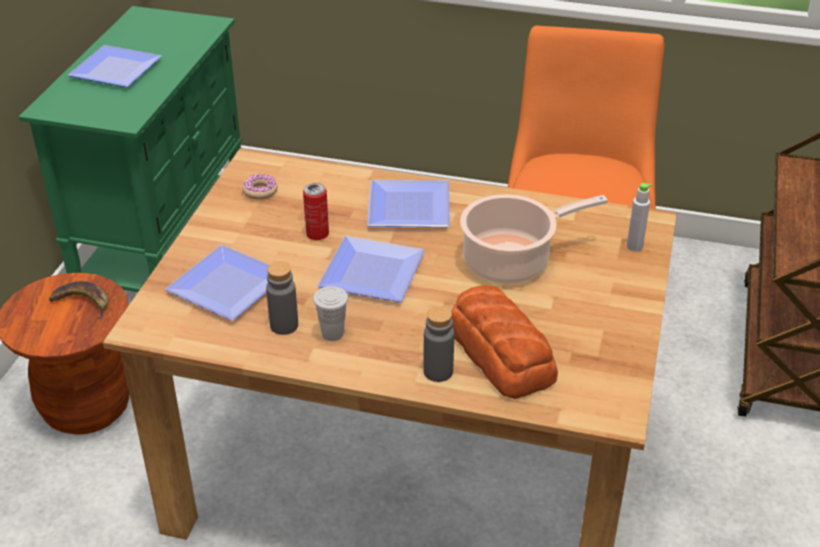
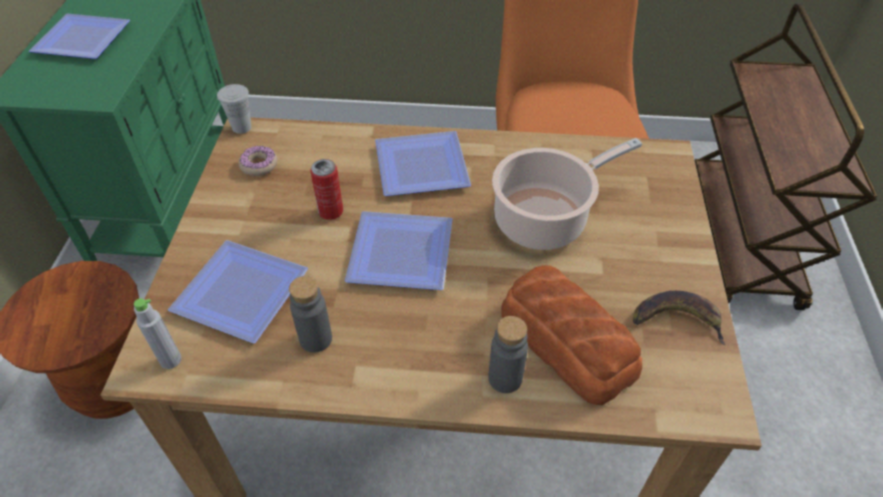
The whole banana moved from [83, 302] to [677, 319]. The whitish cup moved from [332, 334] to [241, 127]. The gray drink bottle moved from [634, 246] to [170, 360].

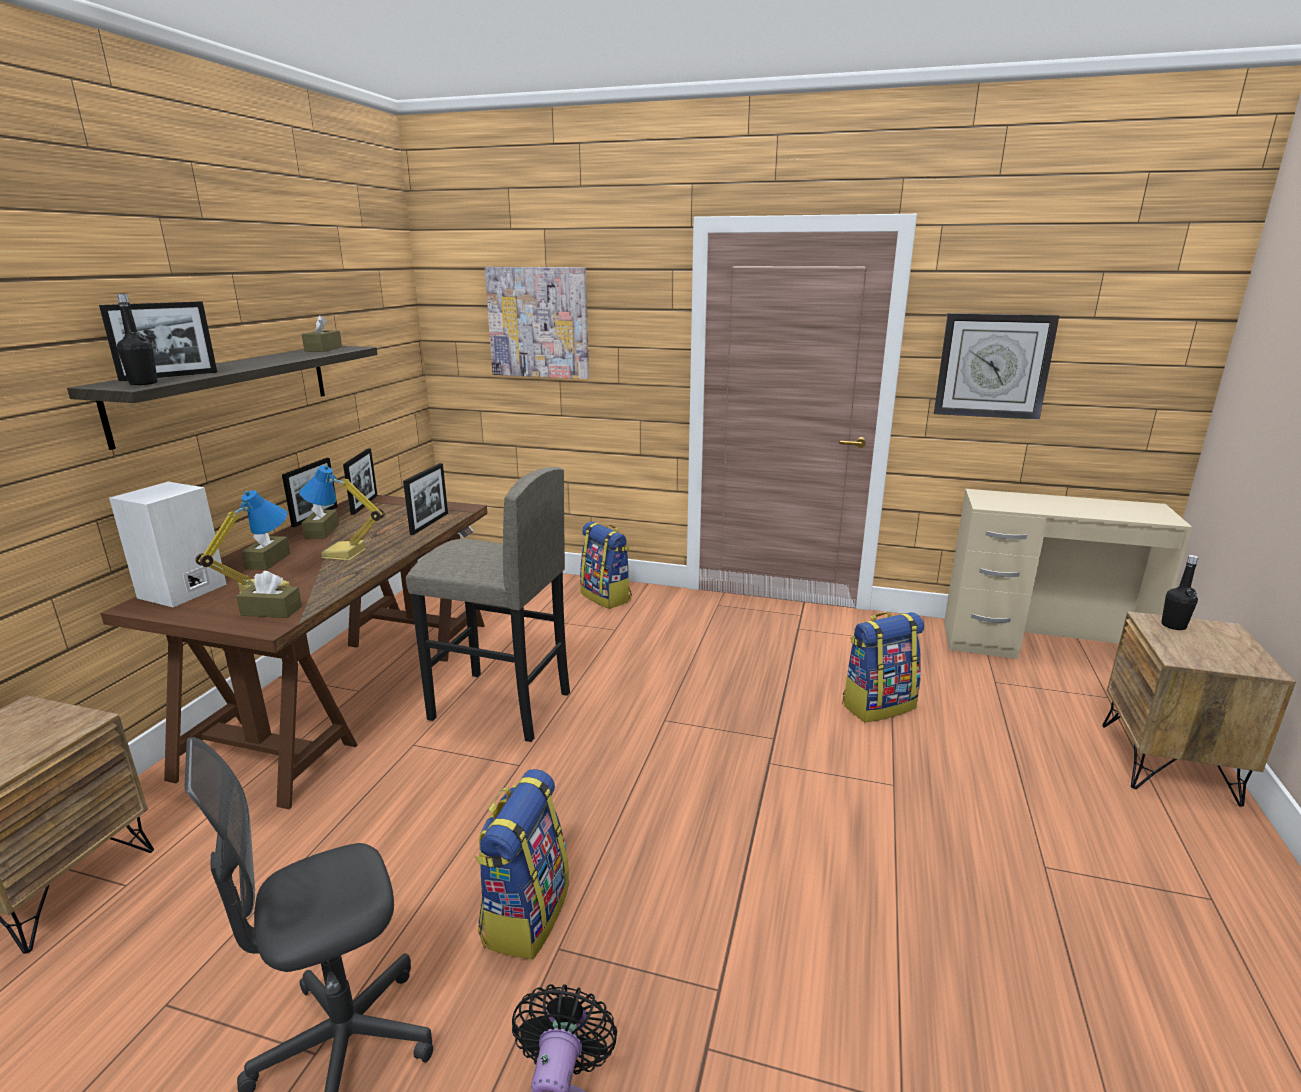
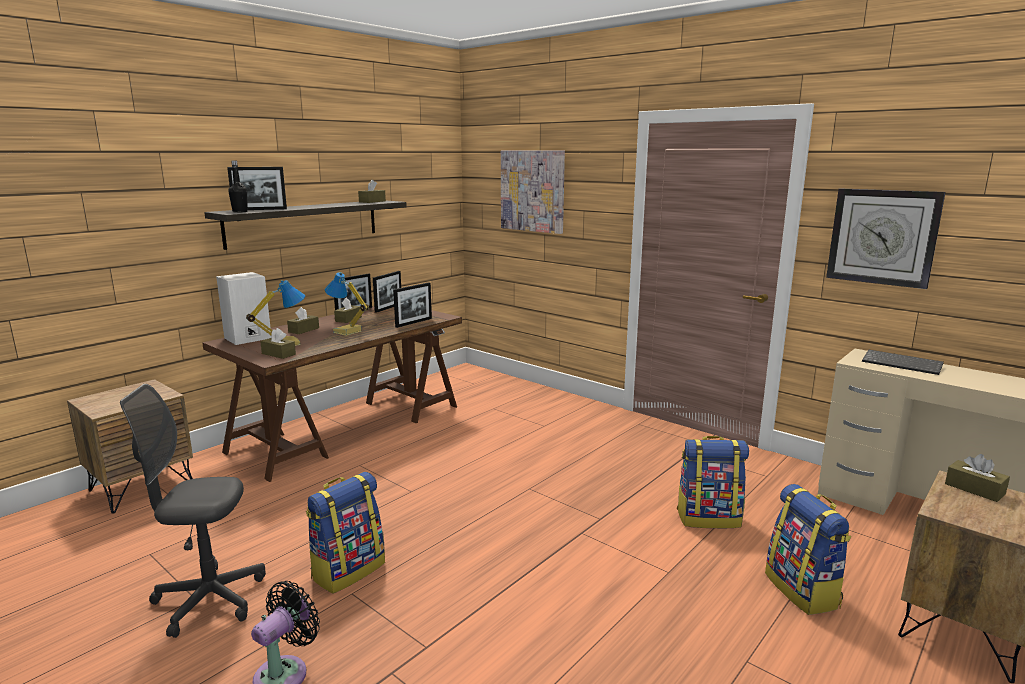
The gray stool seat at [500, 706] disappeared. The keyboard at [903, 364] appeared. The rucksack moved from [606, 597] to [803, 590]. The black drink bottle at [1173, 625] was replaced by the brown-coloured tissue box at [974, 489].

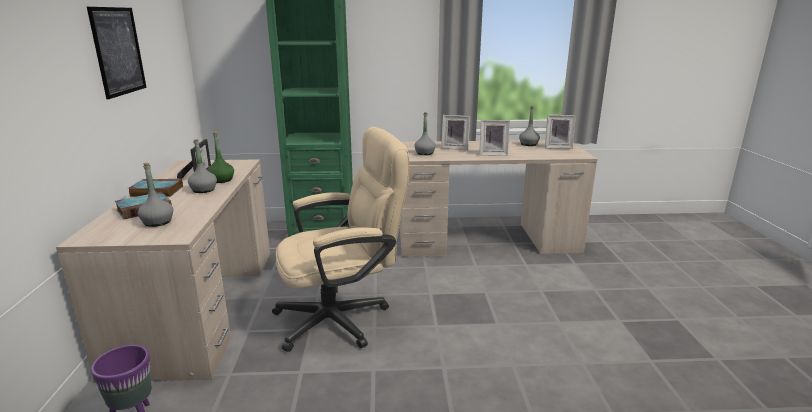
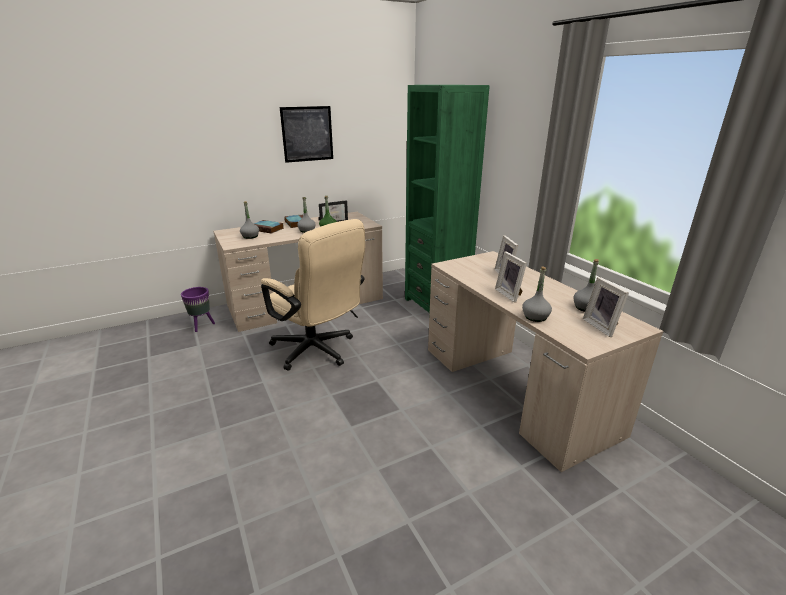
The gray drink bottle moved from [425, 153] to [535, 317].

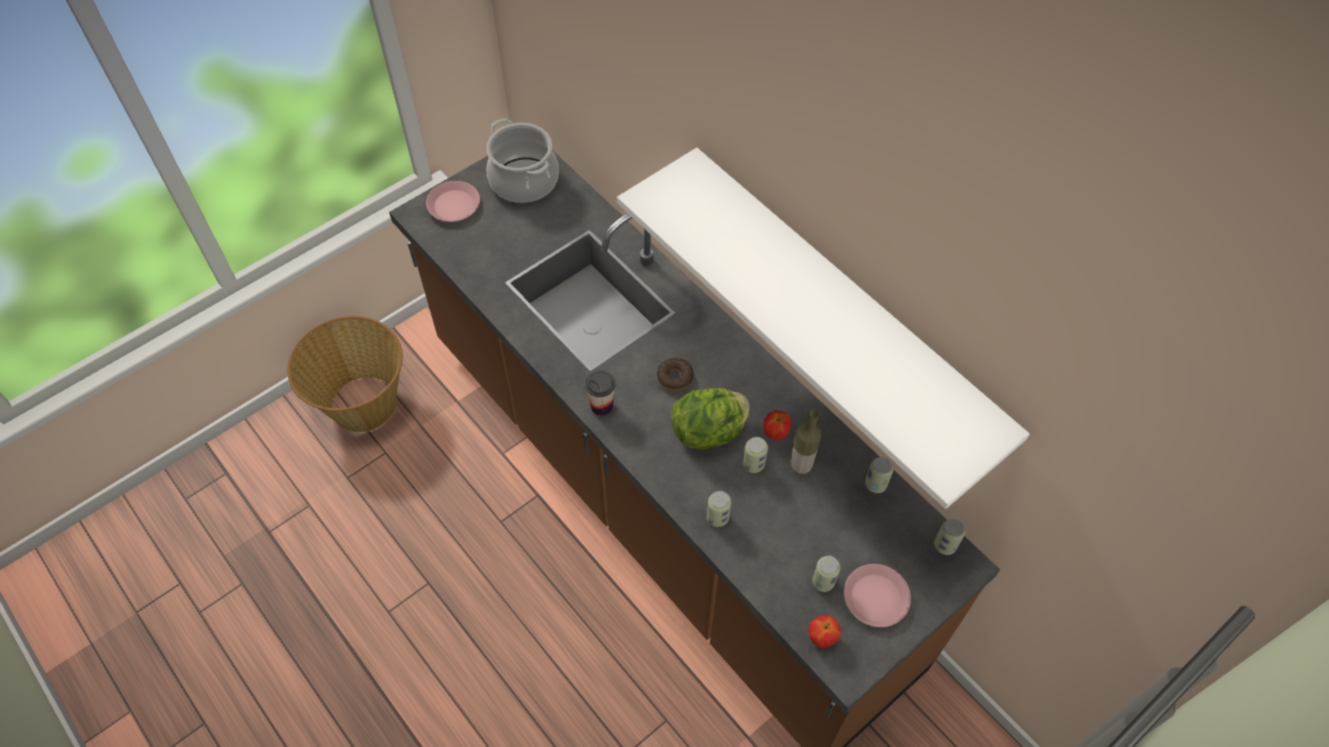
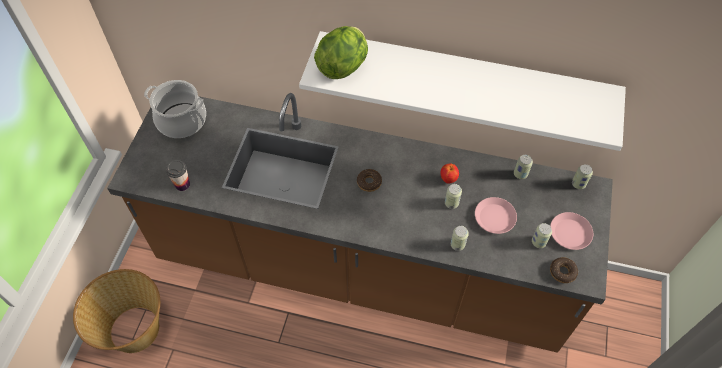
The drink bottle at [801, 466] disappeared. The pink flat dish moved from [454, 205] to [495, 218]. The cup moved from [601, 406] to [182, 184]. The lettuce moved from [709, 431] to [343, 66]. The apple at [822, 638] was replaced by the doughnut at [562, 272].

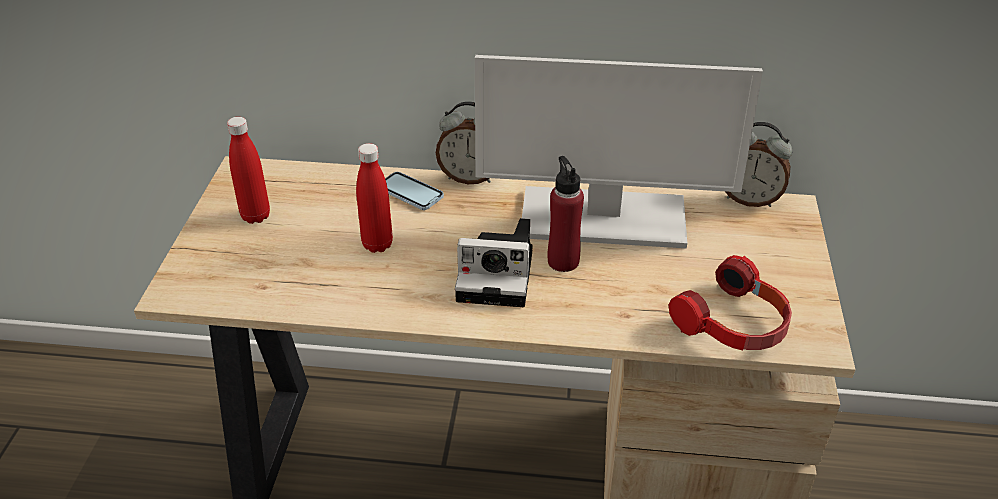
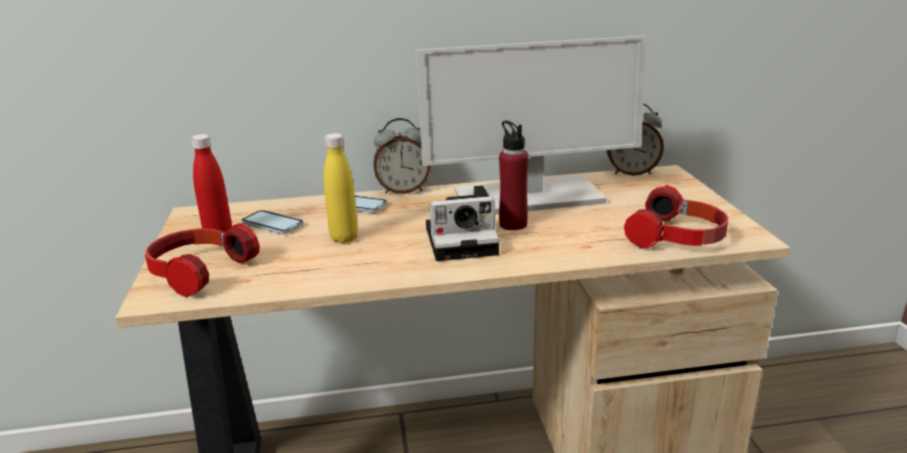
The headset at [198, 271] appeared. The handset at [272, 224] appeared. The red drink bottle at [377, 245] became the yellow-coloured drink bottle at [344, 238].

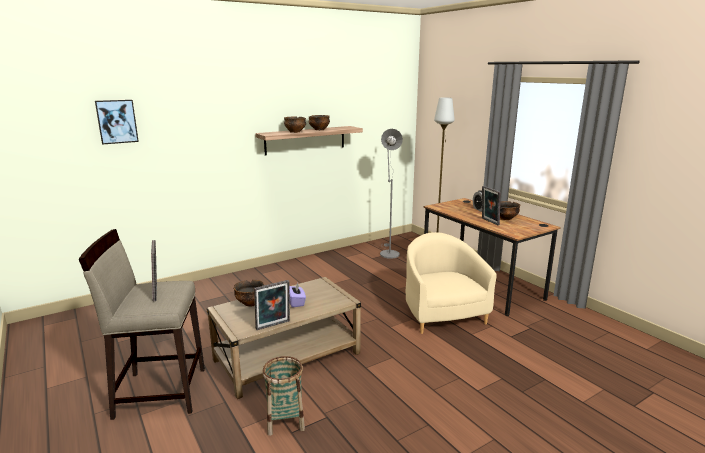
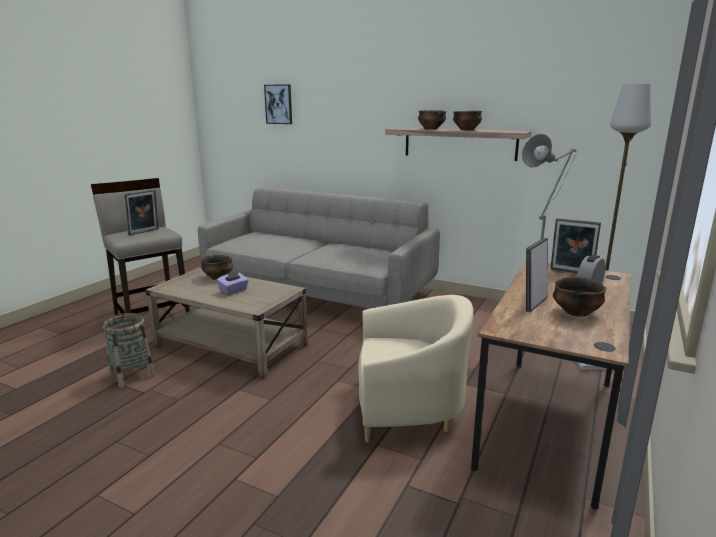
The gray couch at [317, 291] appeared. The photo frame moved from [273, 326] to [571, 272]. The beige-coloured easy chair at [442, 314] turned 45 degrees clockwise.

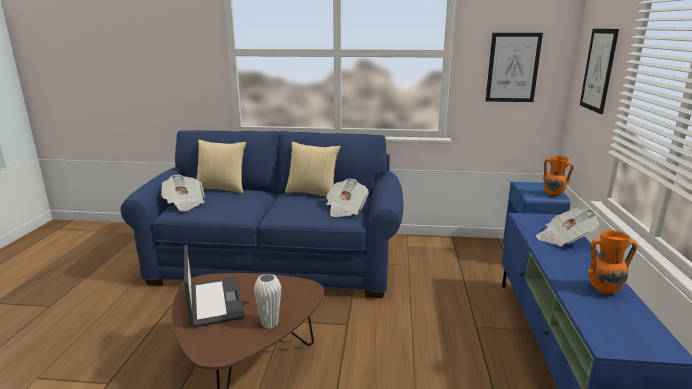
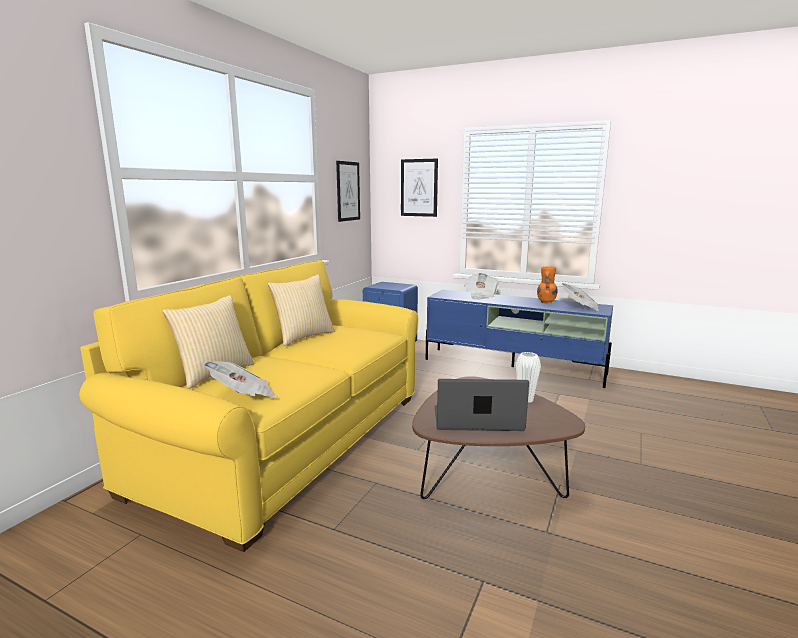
The orangey decorative vase at [553, 194] disappeared. The daily paper moved from [345, 209] to [580, 307]. The blue-coloured couch at [276, 263] became the yellow-coloured couch at [290, 440].

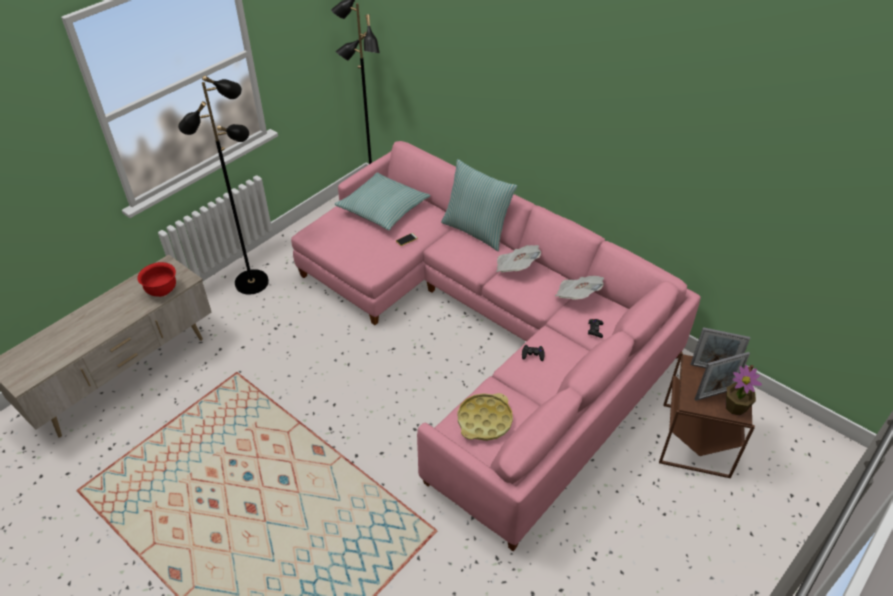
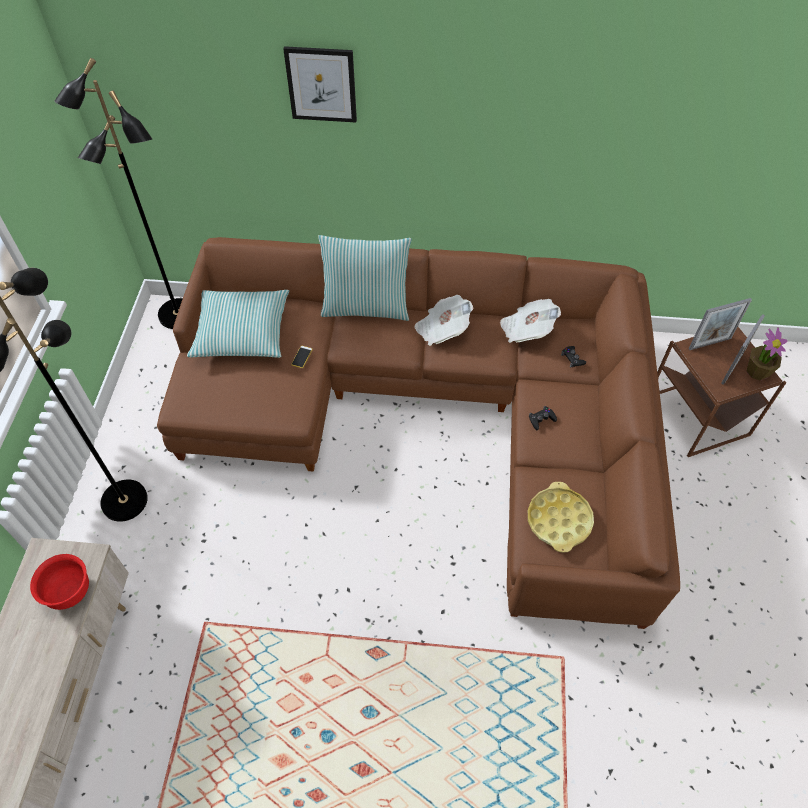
The picture at [321, 84] appeared. The pink couch at [487, 331] became the brown-coloured couch at [433, 411].

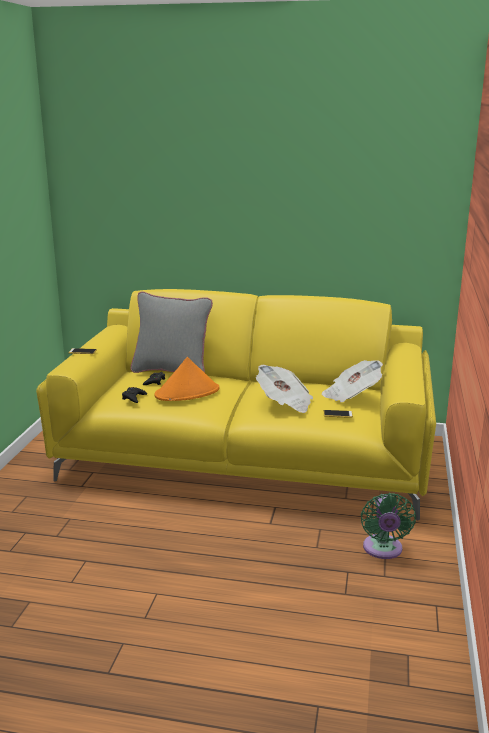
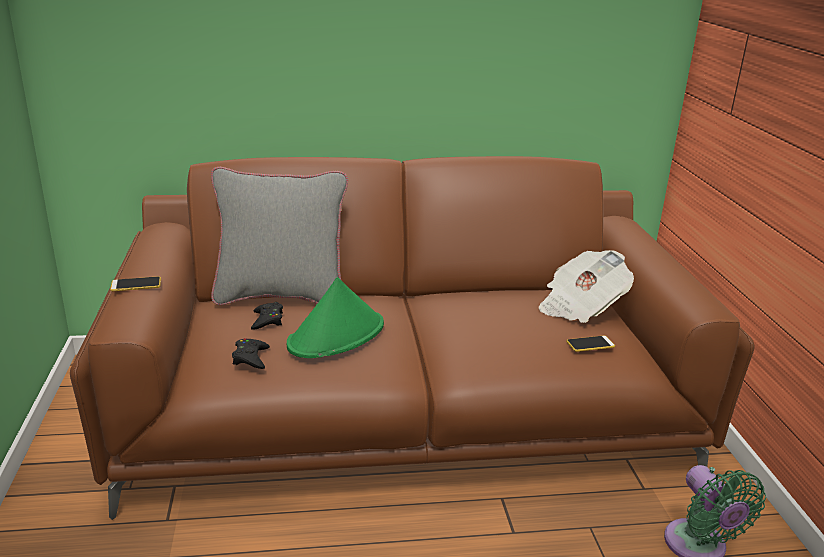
The daily paper at [285, 403] disappeared. The yellow-coloured couch at [246, 459] became the brown-coloured couch at [408, 415]. The orangey clothing hat at [187, 393] became the greenish clothing hat at [337, 335].

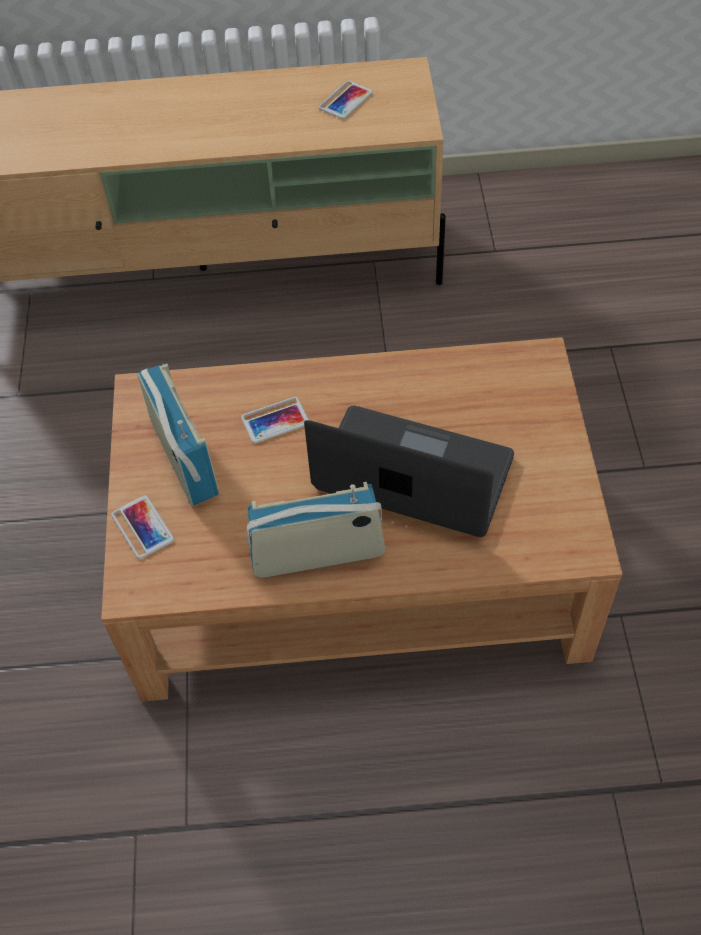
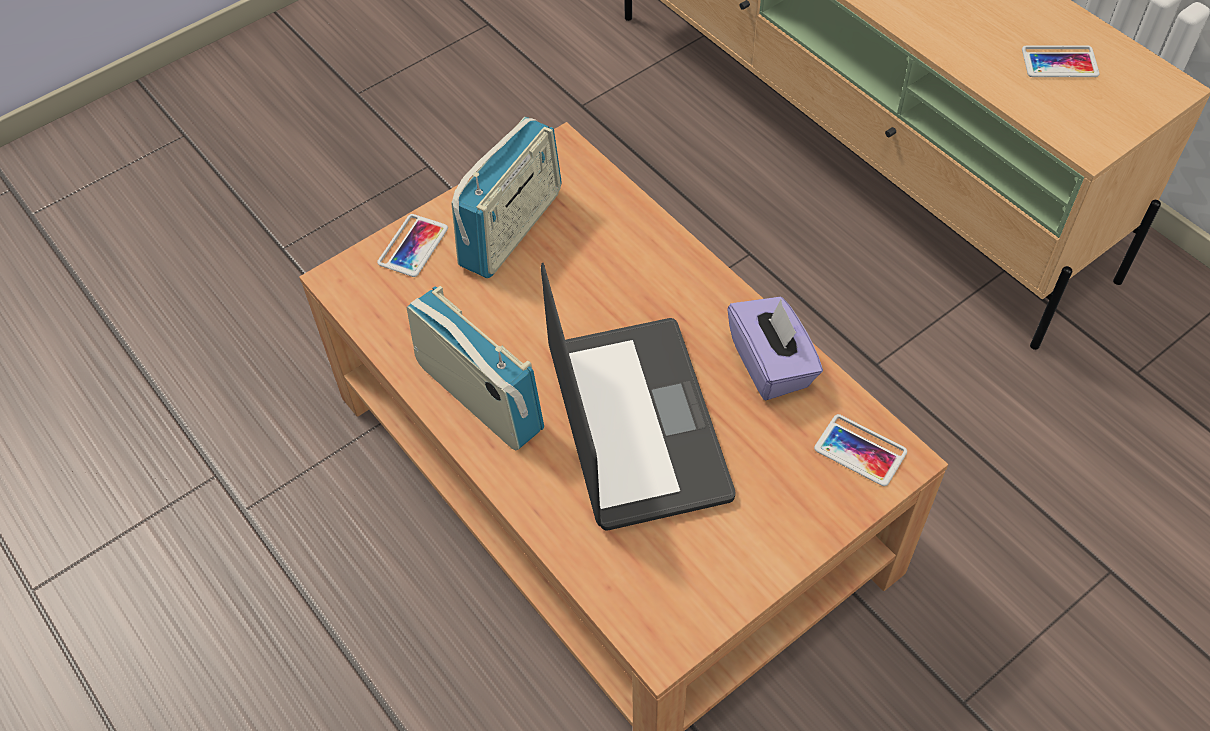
The purple-coloured tissue box at [771, 364] appeared. The handset moved from [275, 420] to [860, 450].

